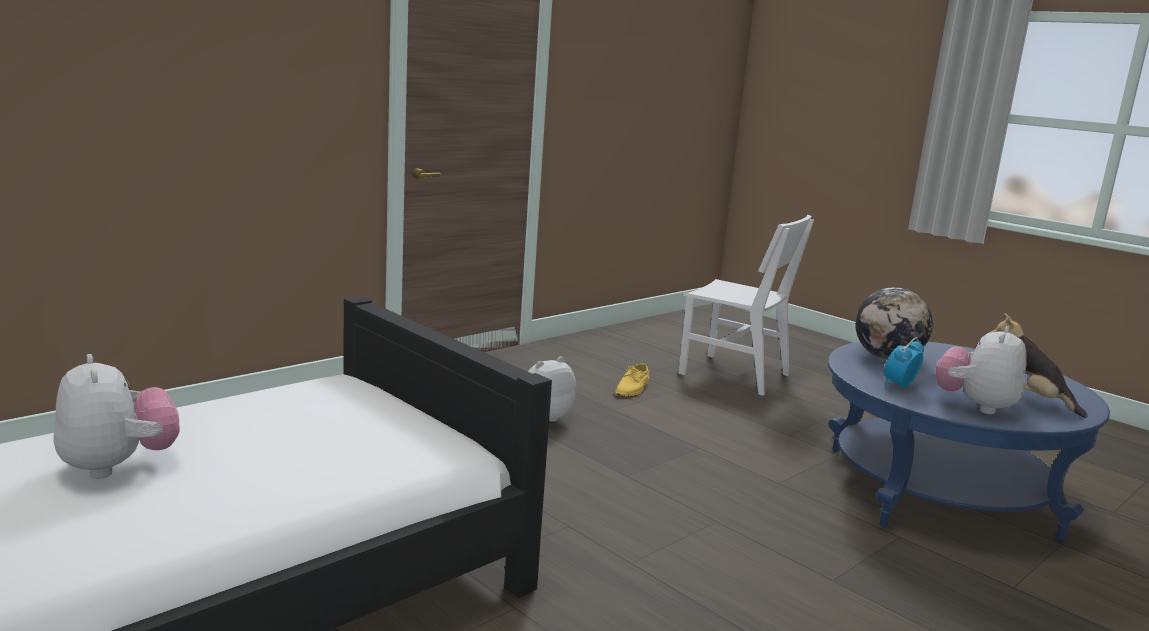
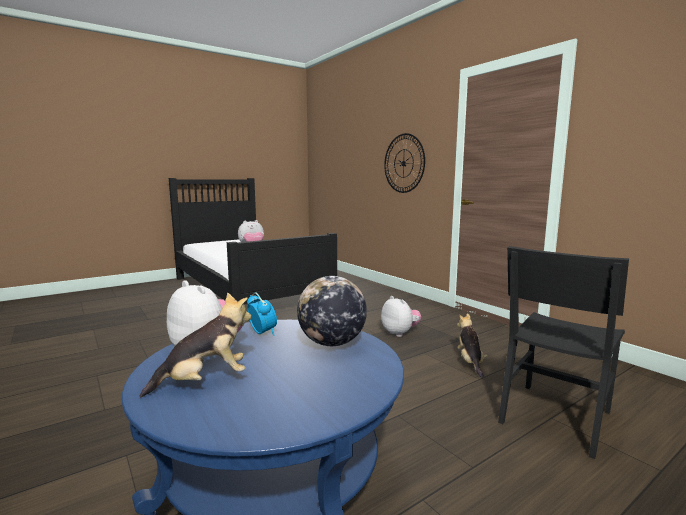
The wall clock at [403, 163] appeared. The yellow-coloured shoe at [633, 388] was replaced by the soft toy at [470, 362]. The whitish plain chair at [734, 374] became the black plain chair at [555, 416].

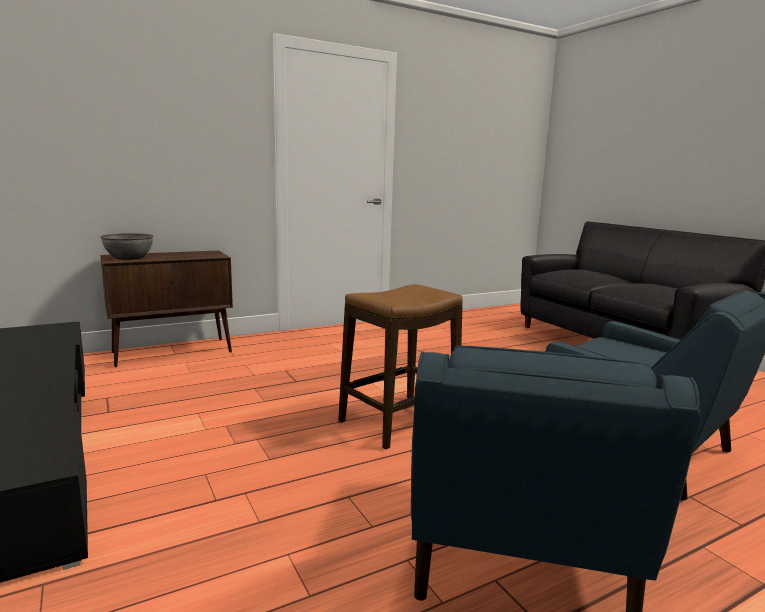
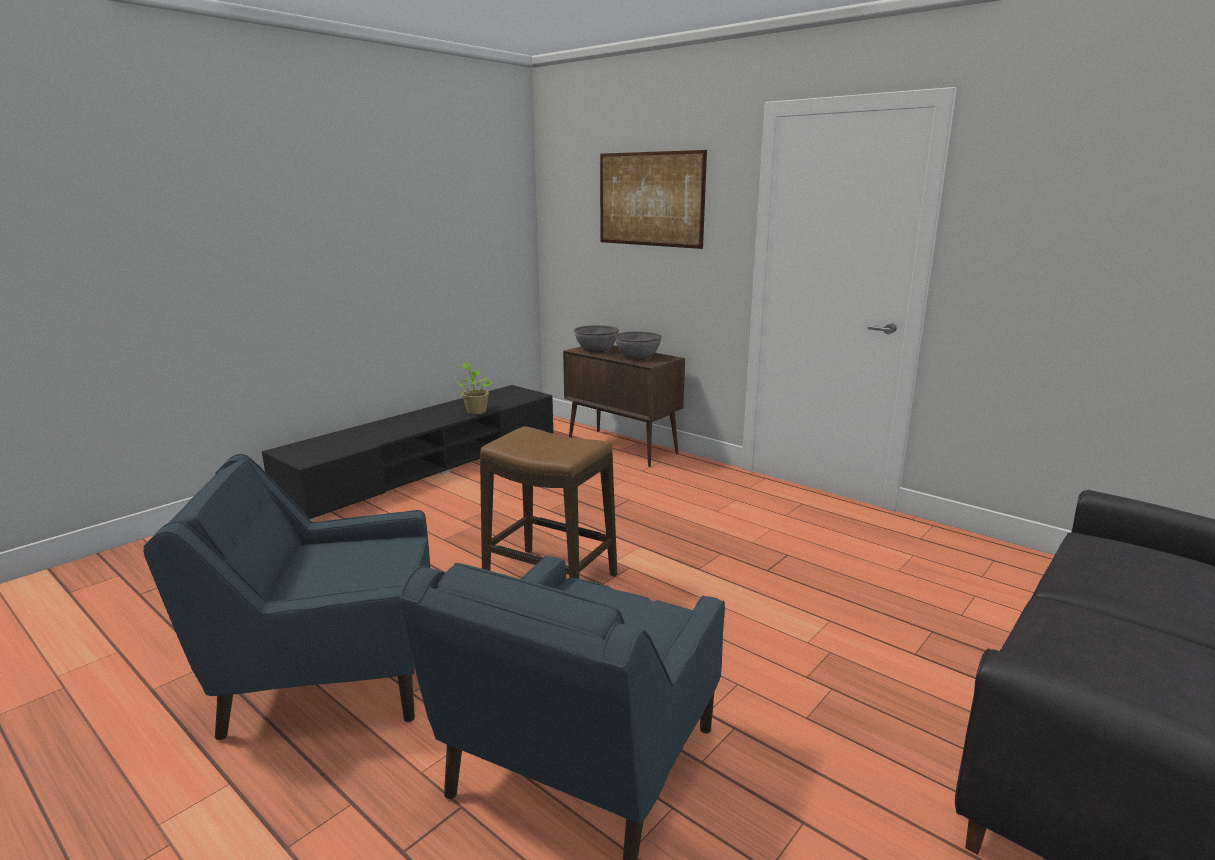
The houseplant at [475, 411] appeared. The picture at [650, 199] appeared. The gray serving bowl at [637, 356] appeared.

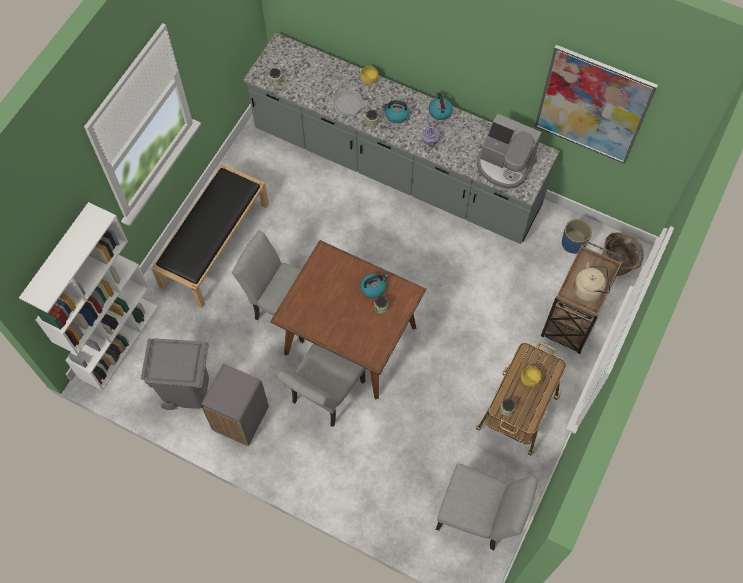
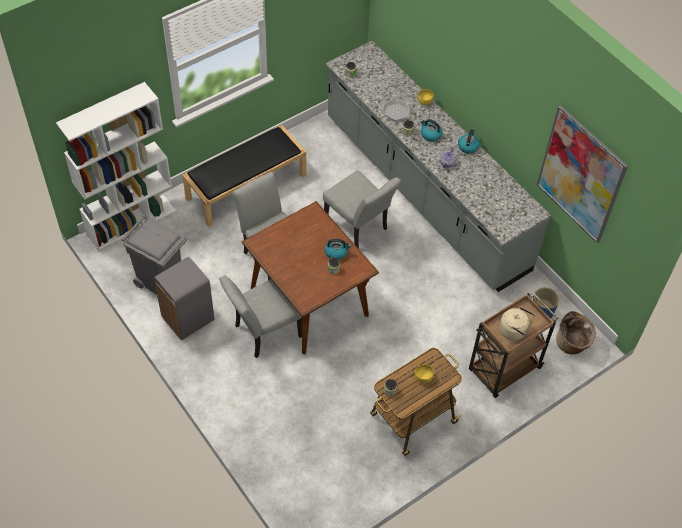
The coffee brewer at [504, 165] disappeared. The gray plain chair moved from [479, 518] to [359, 228].

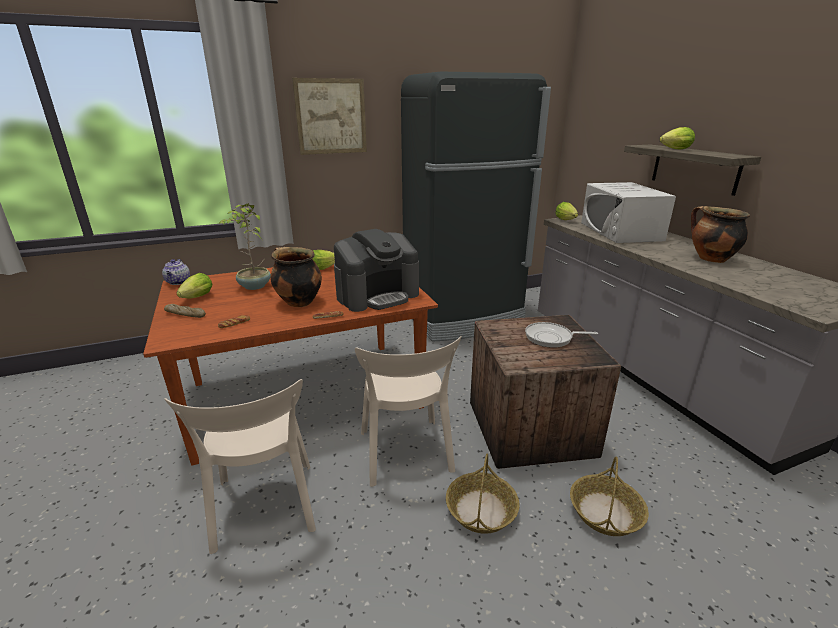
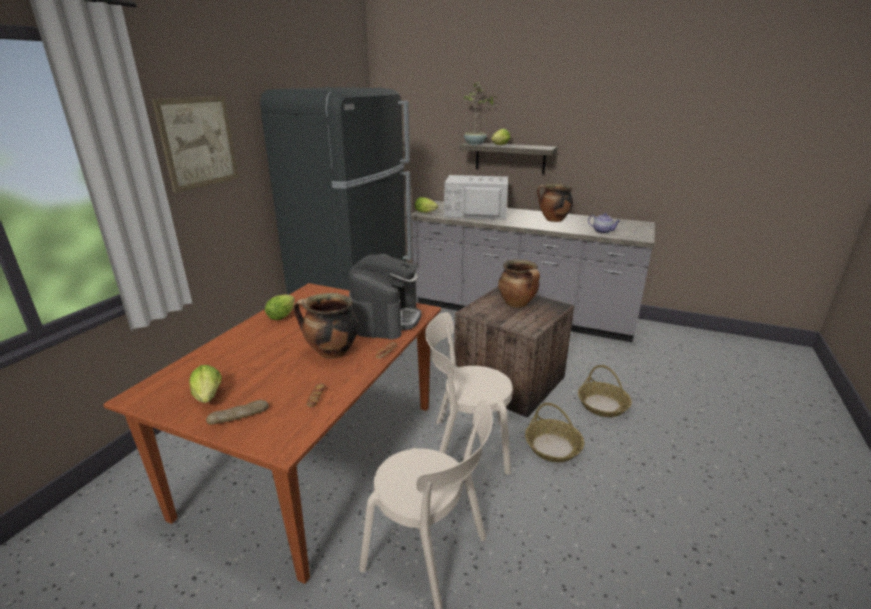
The tea pot moved from [178, 282] to [602, 231]. The houseplant moved from [254, 286] to [475, 144]. The frying pan at [551, 338] was replaced by the saucepot at [518, 304]. The beige-coloured plain chair at [406, 455] turned 150 degrees clockwise. The whitish kitchen microwave at [620, 231] turned 150 degrees clockwise.

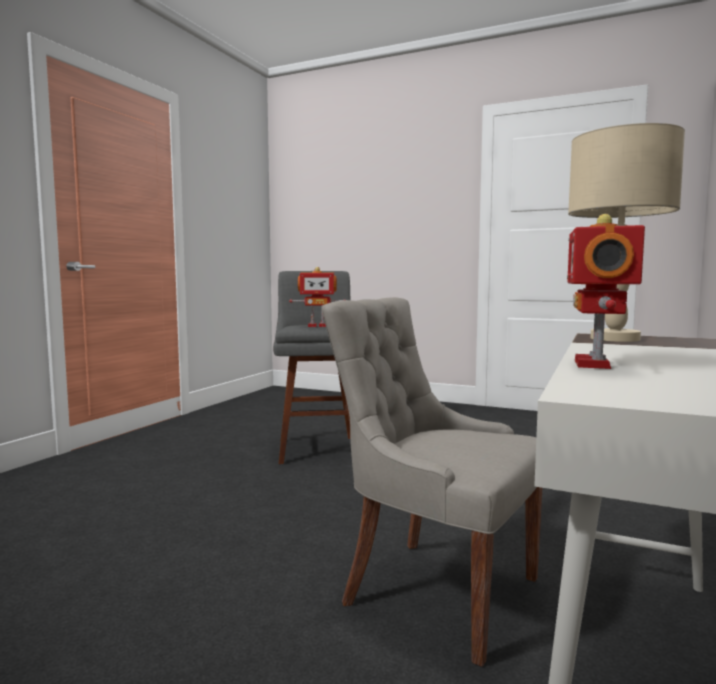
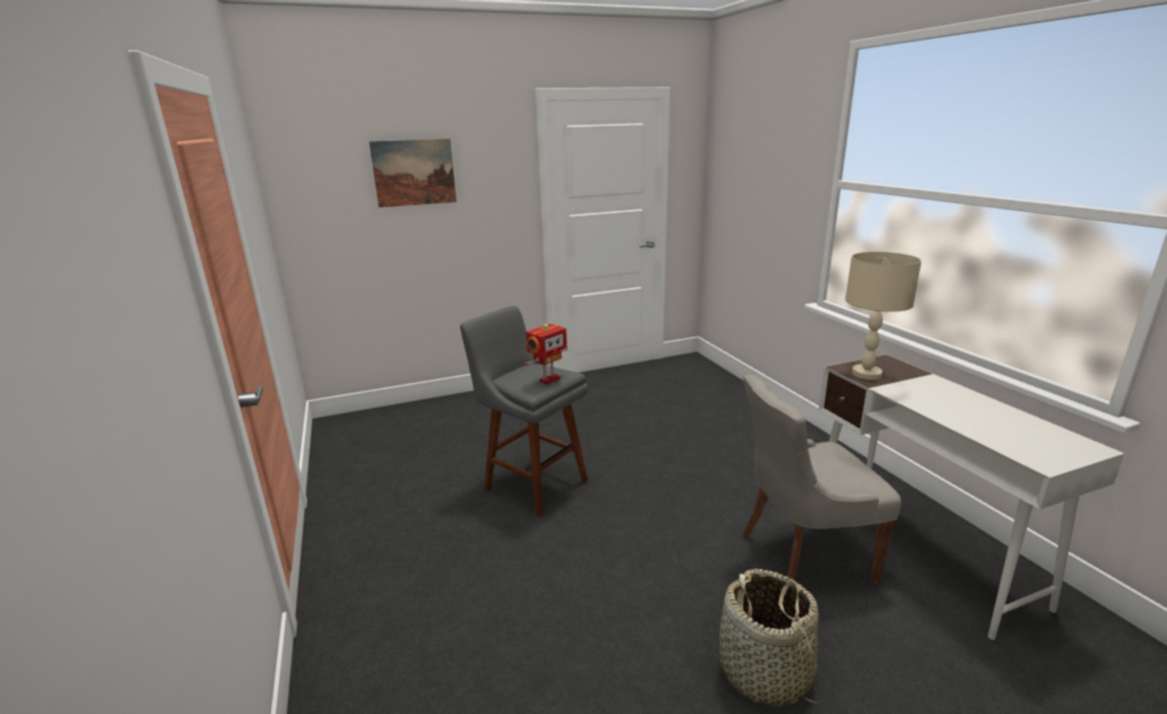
The model robot at [596, 364] disappeared. The picture at [414, 172] appeared. The storage basket at [765, 673] appeared.

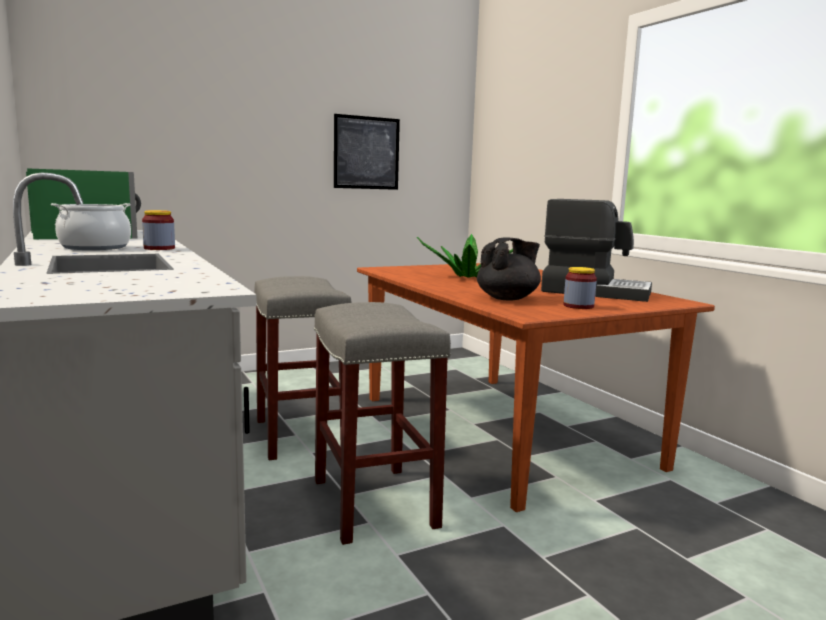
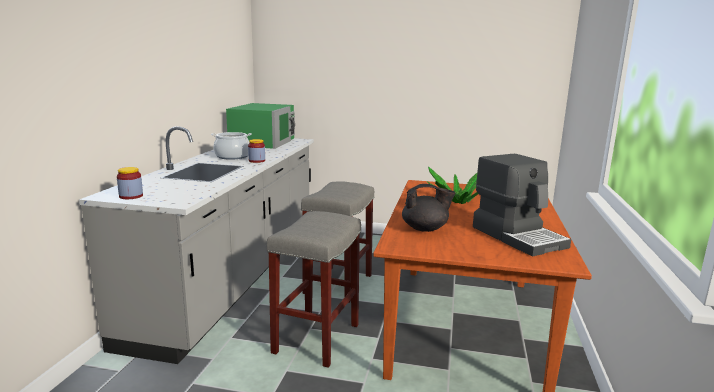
The picture at [366, 153] disappeared. The preserve jar moved from [578, 306] to [131, 196].

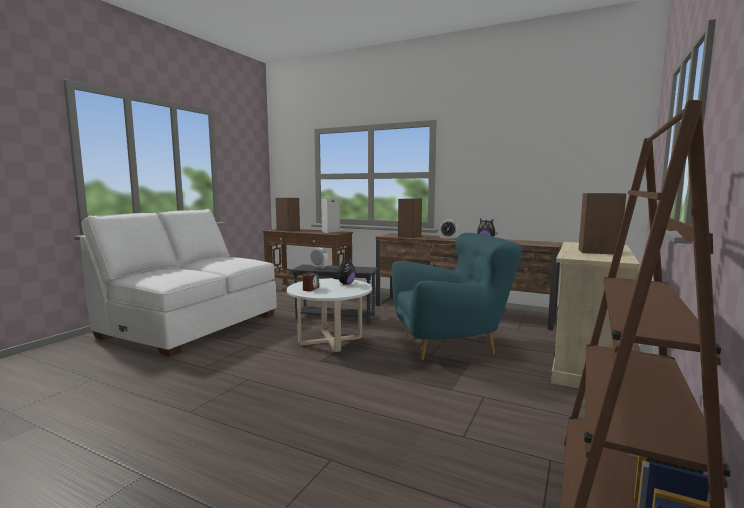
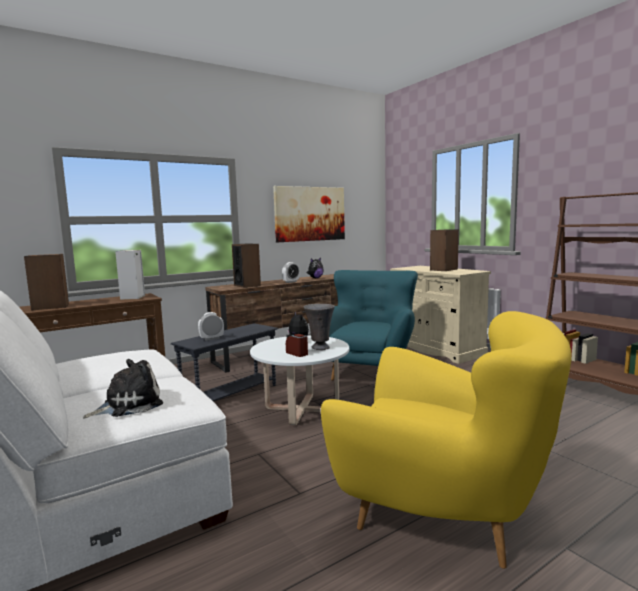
The soft toy at [129, 405] appeared. The picture at [310, 214] appeared. The gray decorative vase at [320, 347] appeared. The yellow-coloured easy chair at [443, 513] appeared.

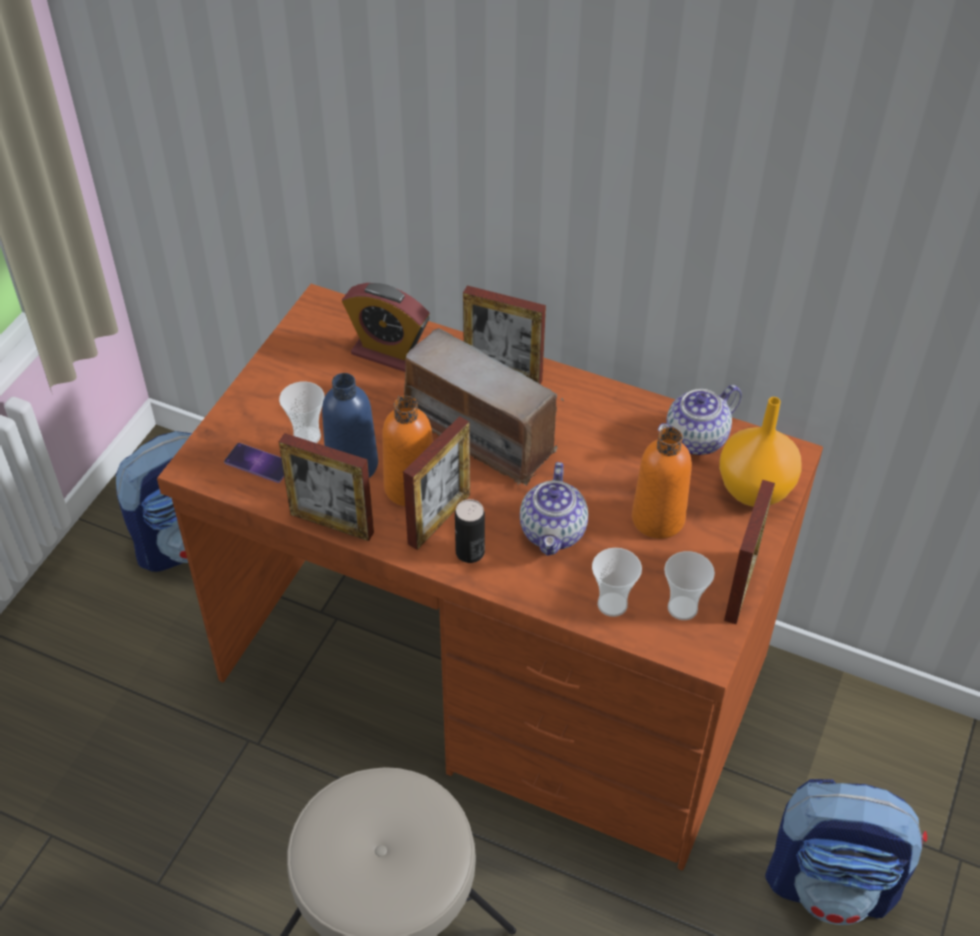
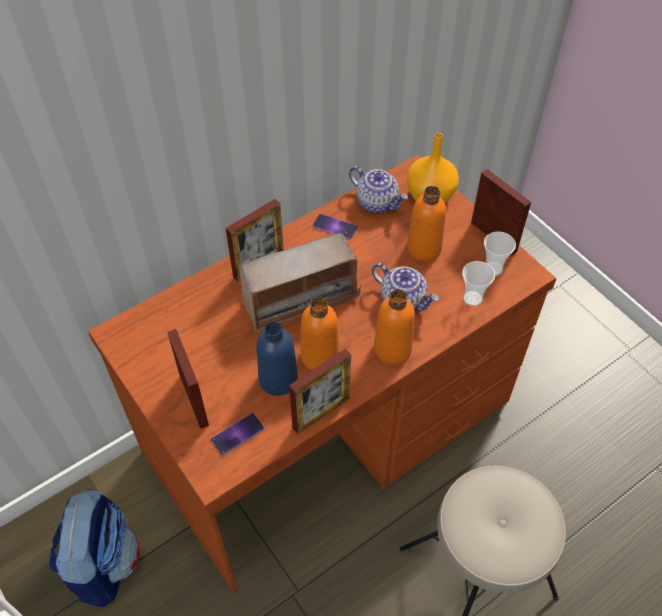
The cup at [307, 436] disappeared. The bedside clock at [388, 353] disappeared. The rucksack at [831, 883] disappeared. The handset at [335, 227] appeared. The photo frame moved from [439, 519] to [194, 400]. The can at [470, 552] was replaced by the orangey drink bottle at [392, 348]. The tea pot at [696, 440] turned 45 degrees counterclockwise.

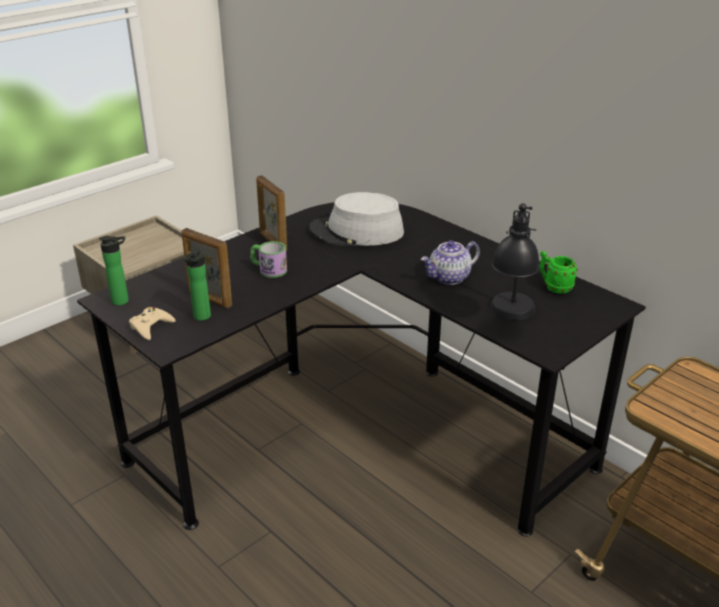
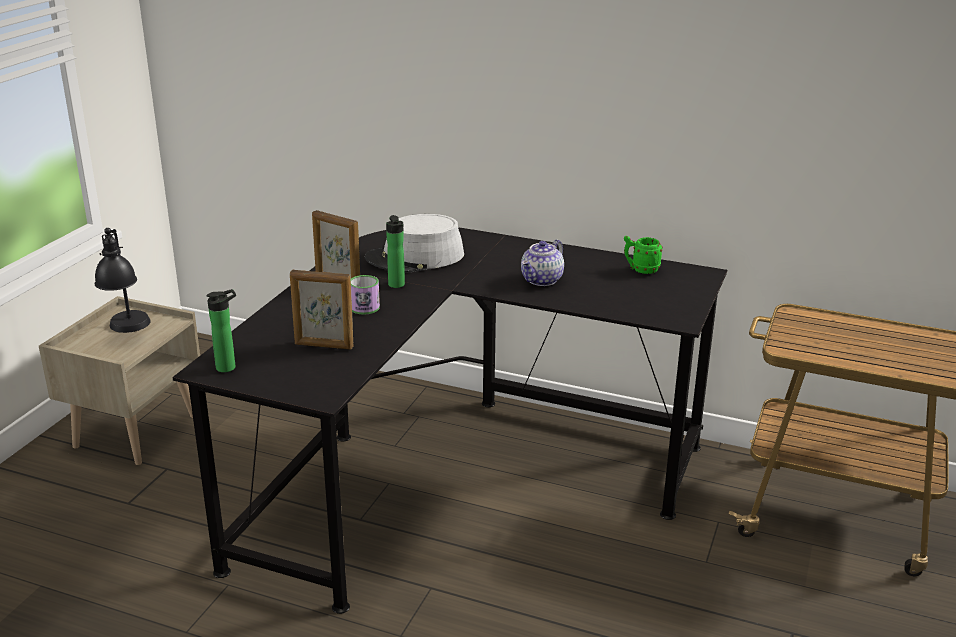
The beige-coloured joypad at [151, 327] disappeared. The drink bottle moved from [201, 317] to [397, 285]. The black table lamp moved from [511, 318] to [128, 331].

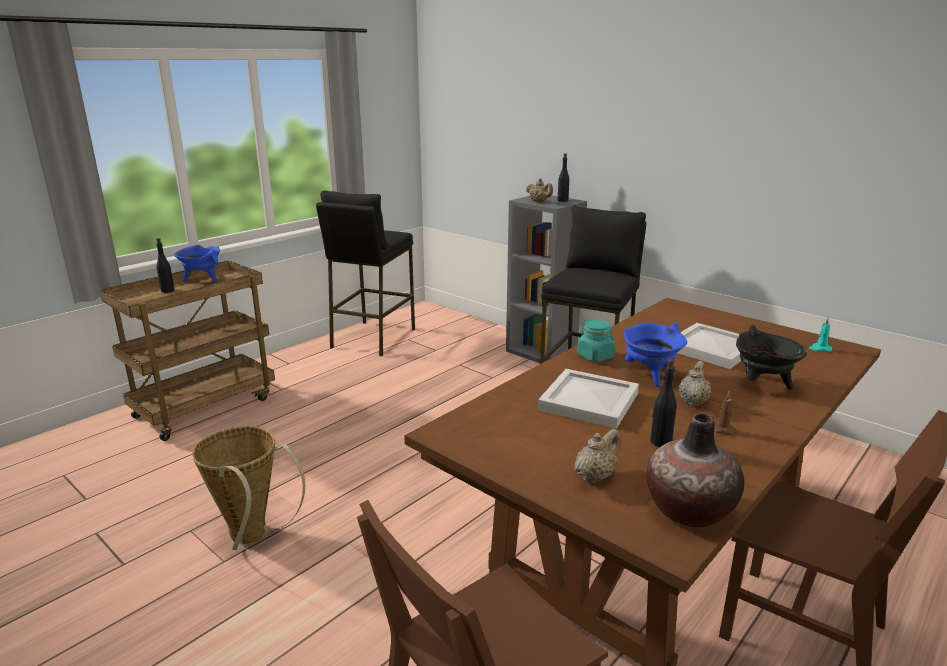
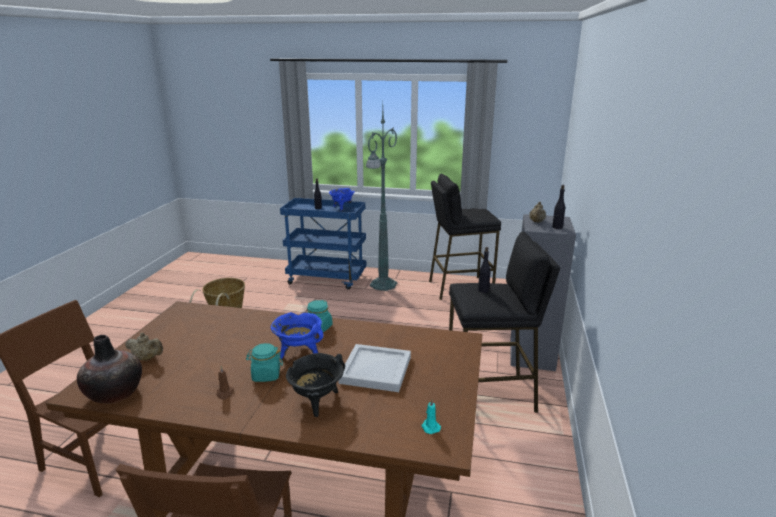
The whitish tray at [590, 401] disappeared. The greenish floor lamp at [382, 285] appeared. The black drink bottle moved from [660, 442] to [483, 290]. The beige-coloured tea pot at [693, 401] was replaced by the blue-green preserve jar at [266, 375]. The brown-coloured wheeled cart at [205, 406] became the blue-coloured wheeled cart at [327, 279].

